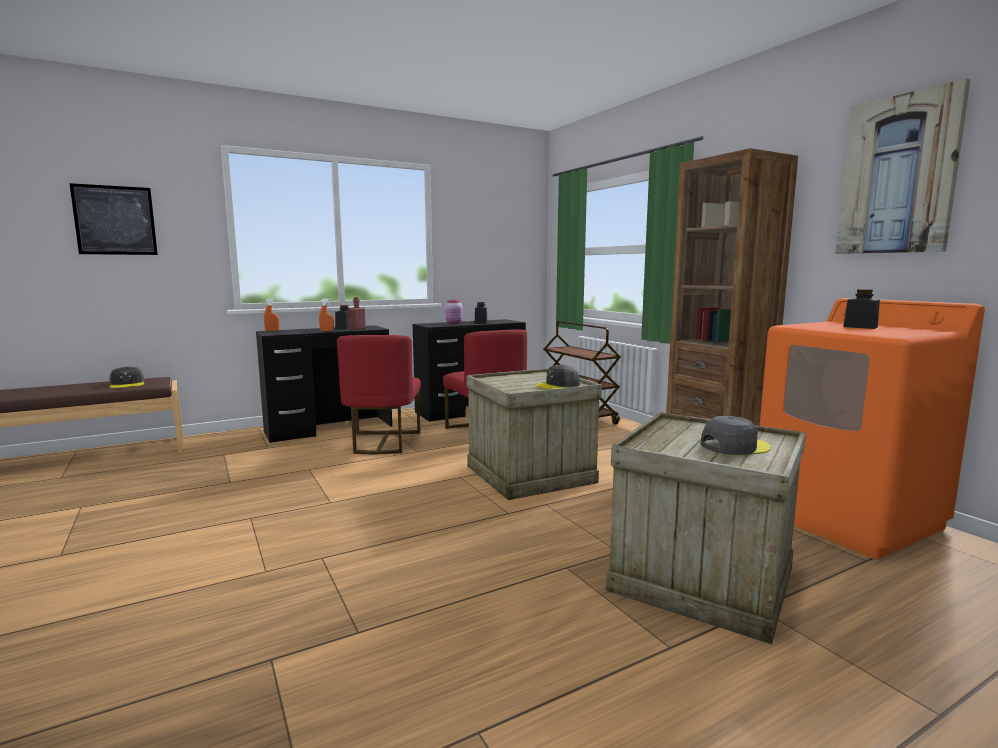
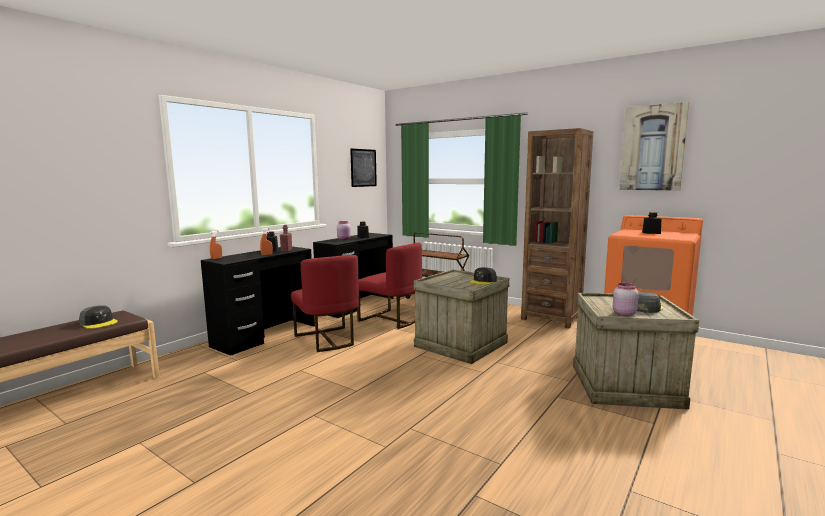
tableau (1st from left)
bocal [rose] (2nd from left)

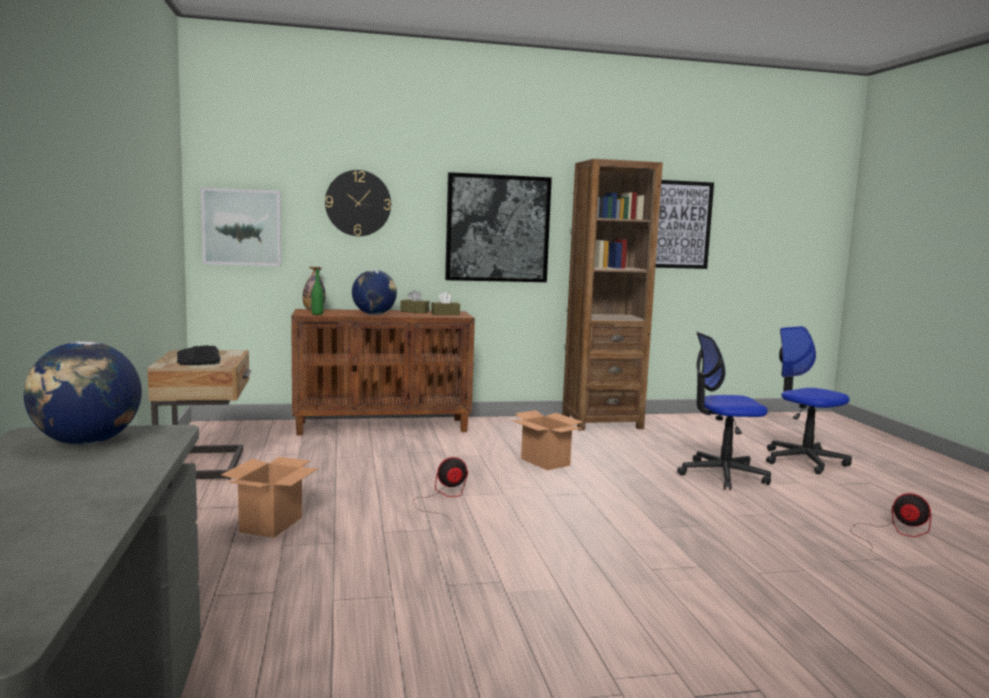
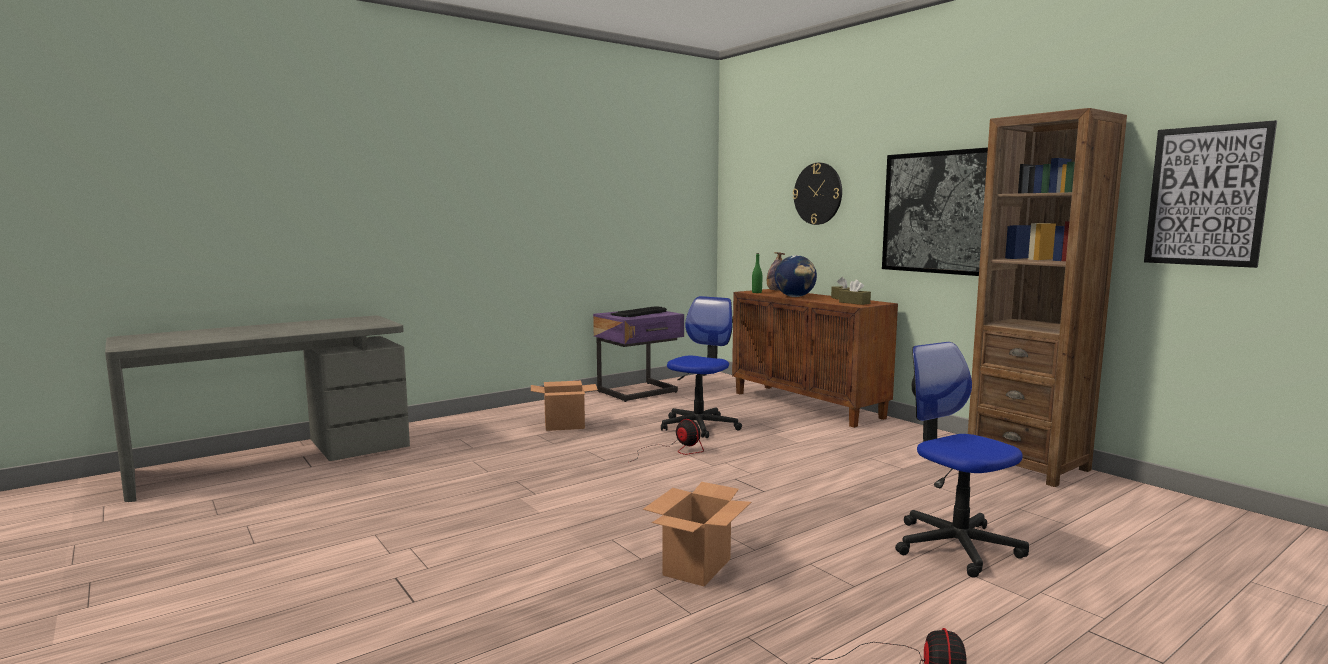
tableau (1st from left in the first image)
chaise de bureau (1st from left)
globe (1st from left in the first image)
table de chevet [violet]
carton (2nd from left)

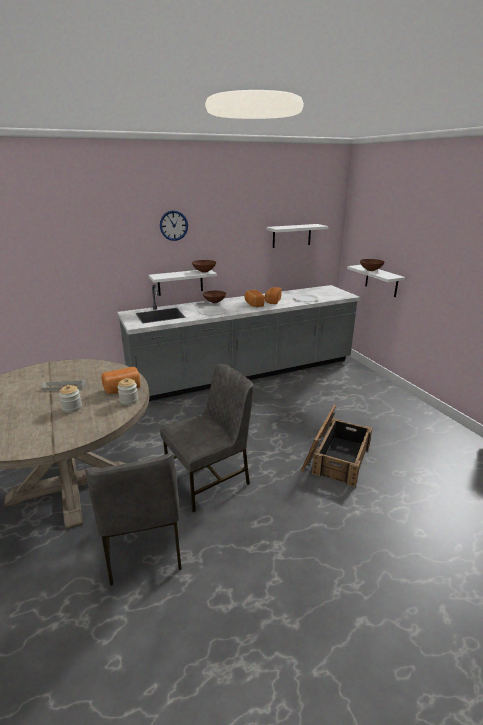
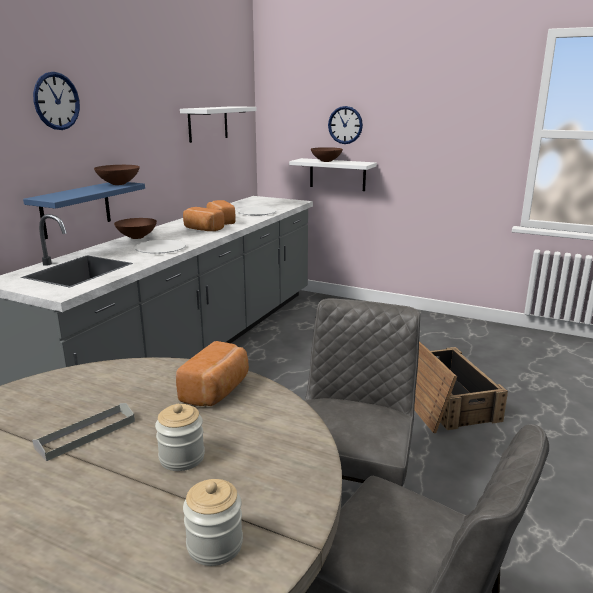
étagère [bleu]
bocal (2nd from left)
horloge murale (2nd from left)

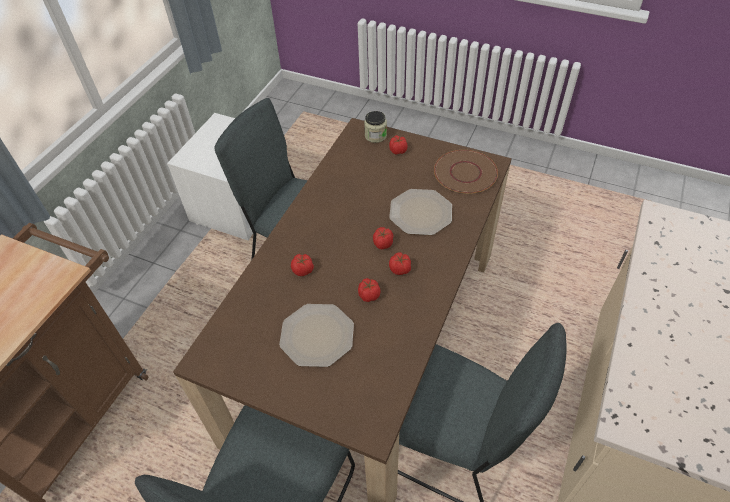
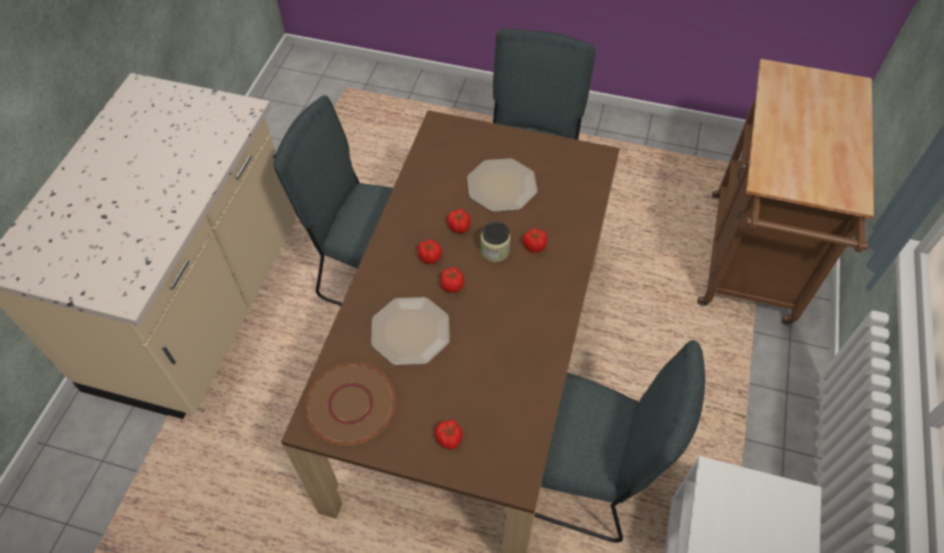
bocal

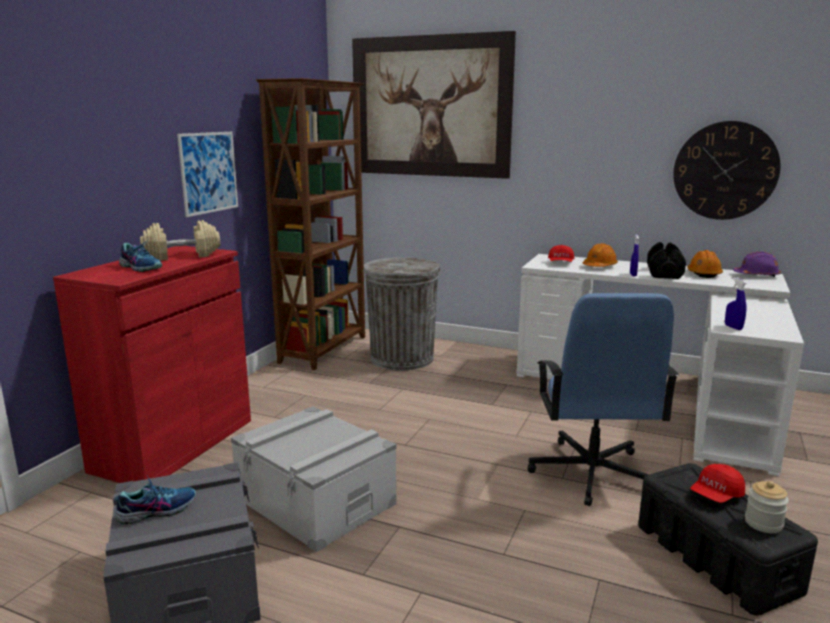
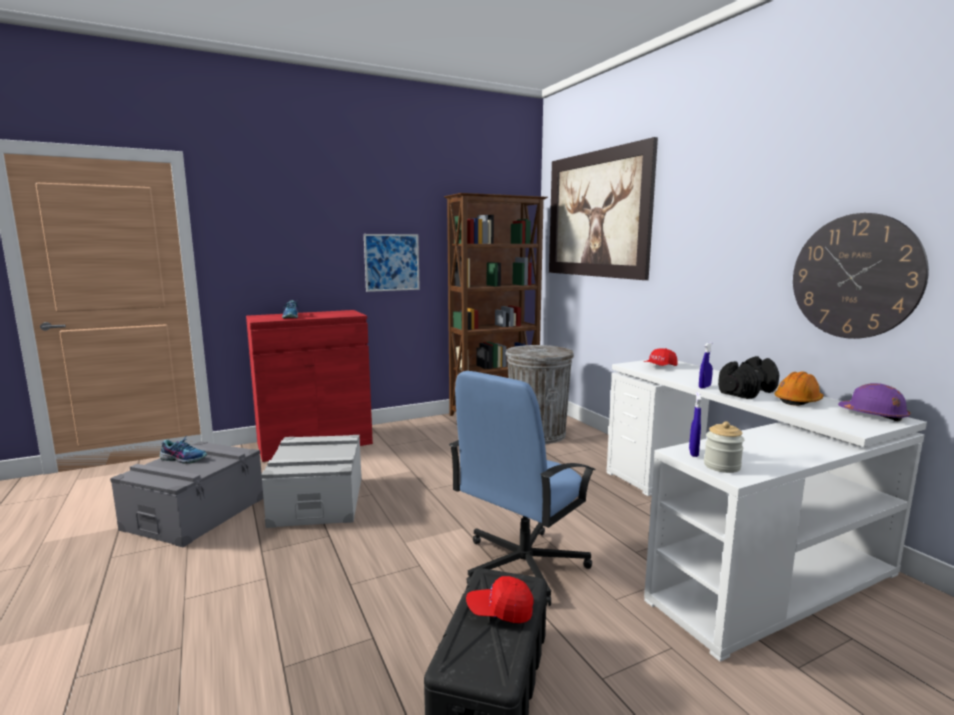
haltère [beige]
casque de chantier [orange] (1st from left in the first image)
bocal

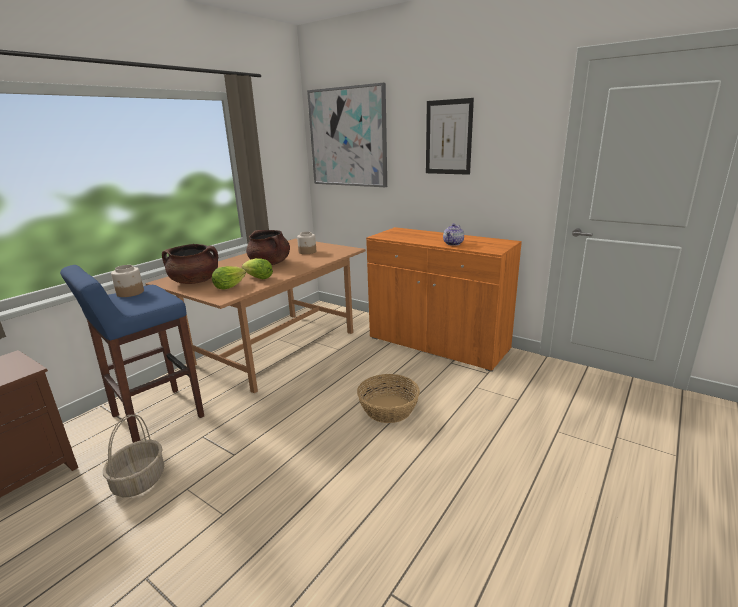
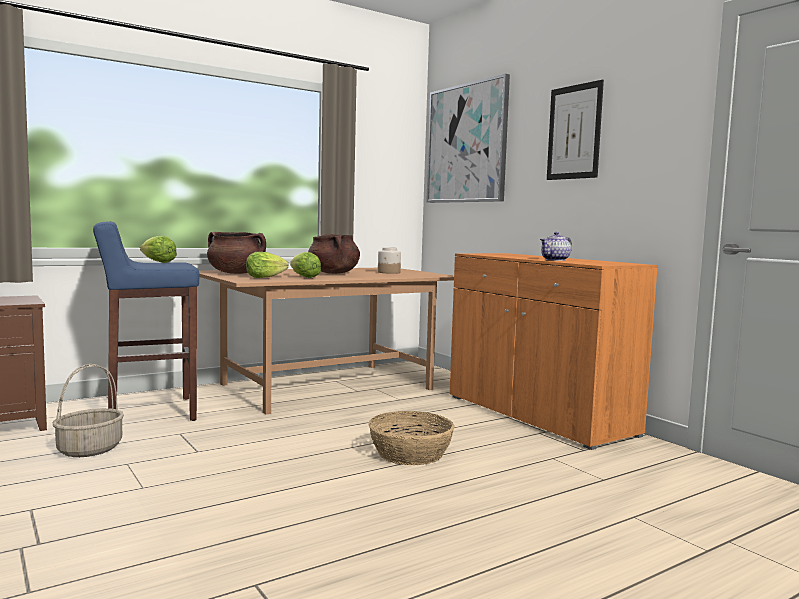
laitue (1st from left)

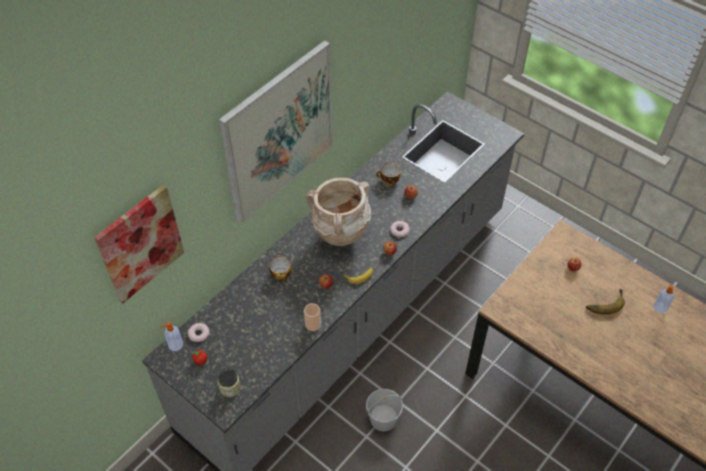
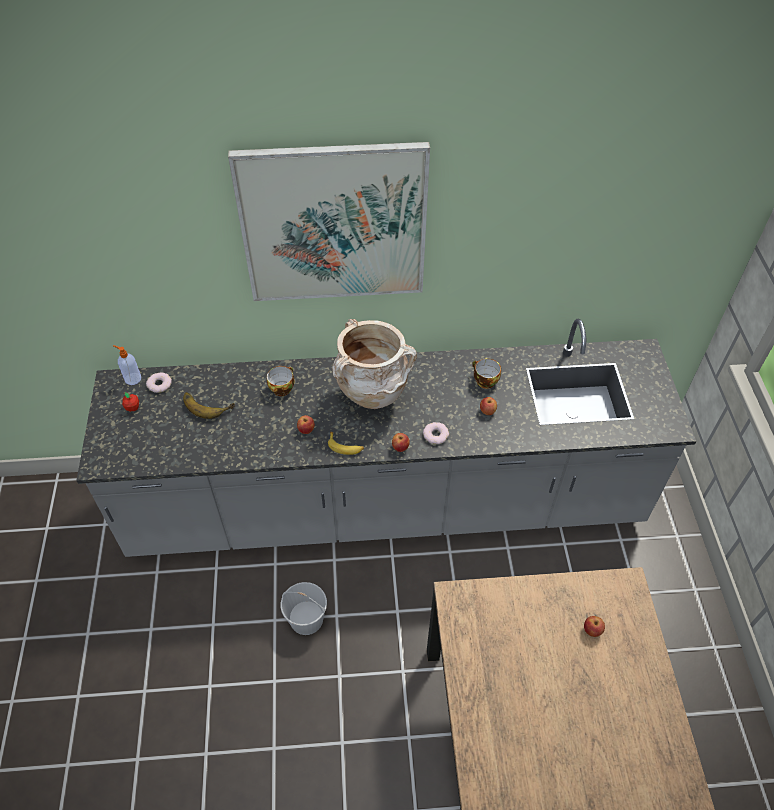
tableau (1st from left in the first image)
distributeur de savon (2nd from left in the first image)
banane (1st from left)
tasse (2nd from left in the first image)
bocal

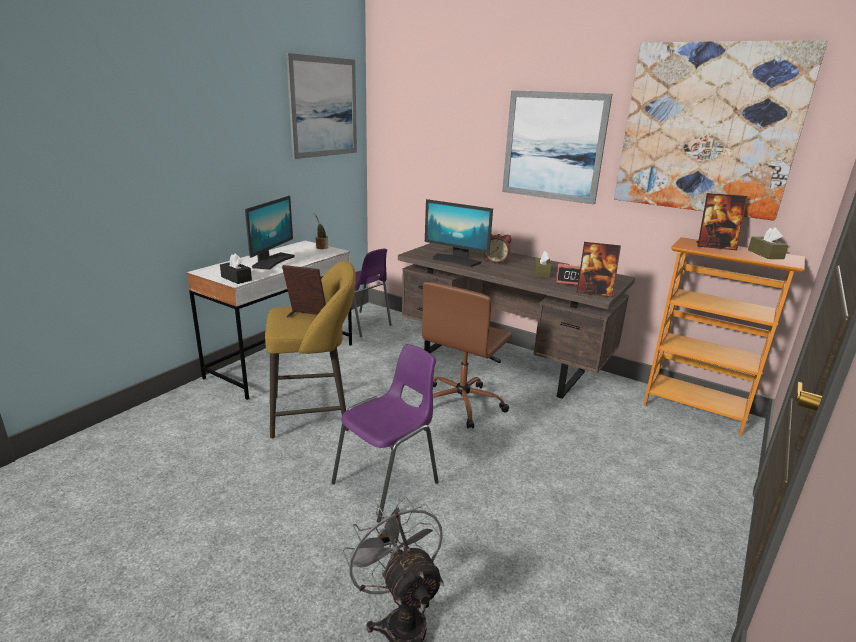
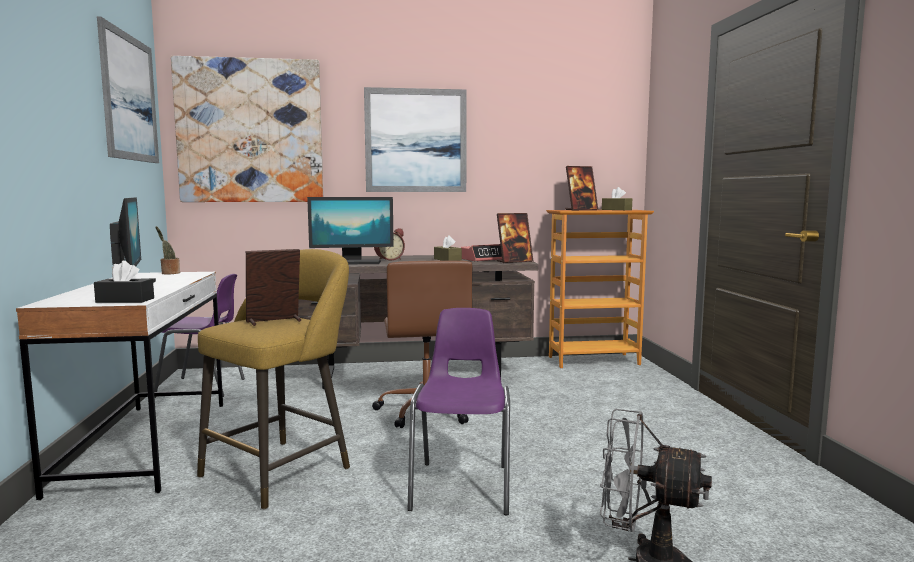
tableau (2nd from left)

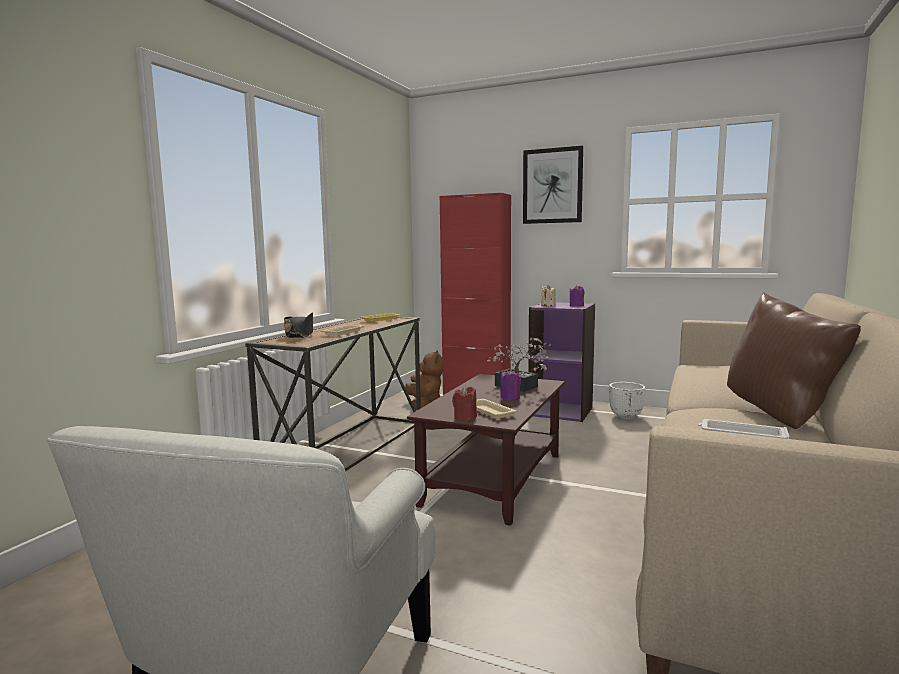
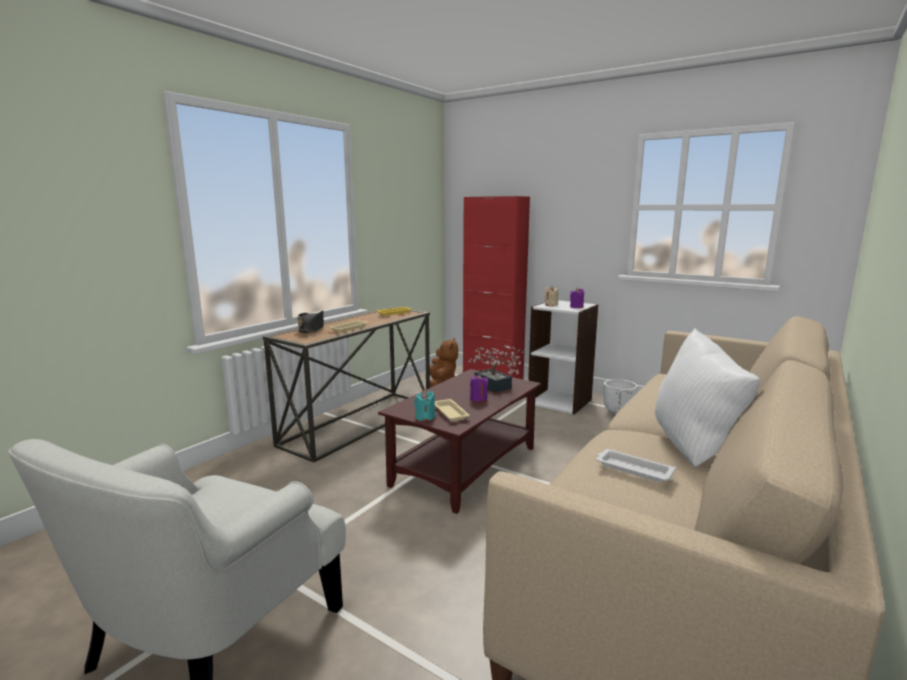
tableau
coussin [blanc]
bibliothèque [blanc]
bougie [turquoise]

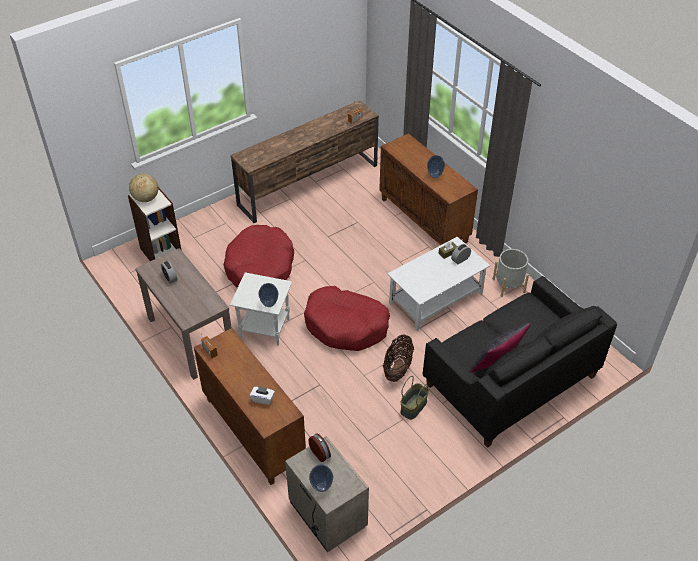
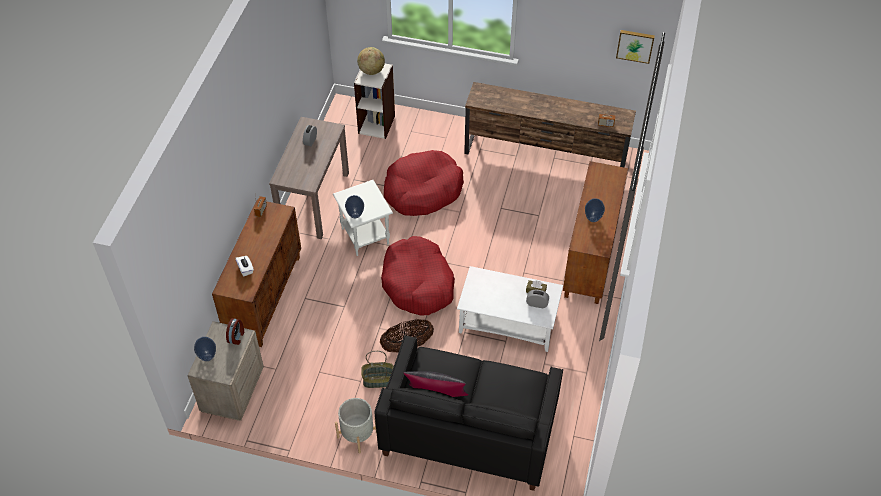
cache-pot [gris]
tableau

